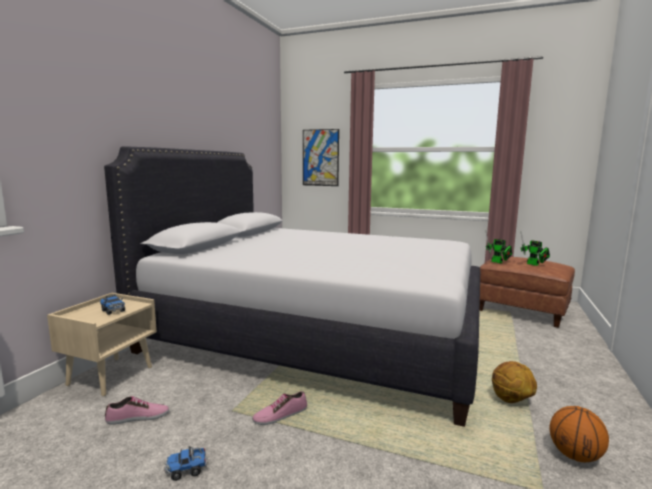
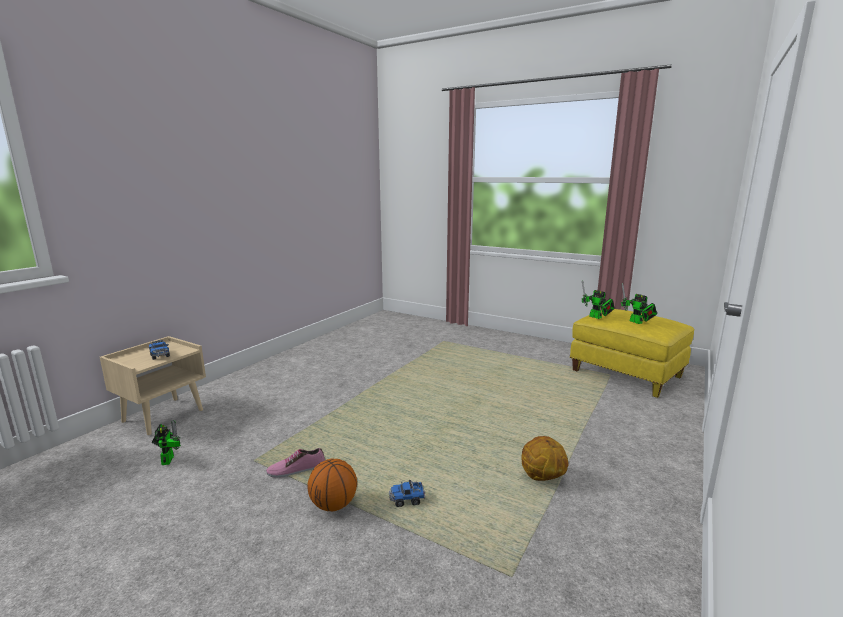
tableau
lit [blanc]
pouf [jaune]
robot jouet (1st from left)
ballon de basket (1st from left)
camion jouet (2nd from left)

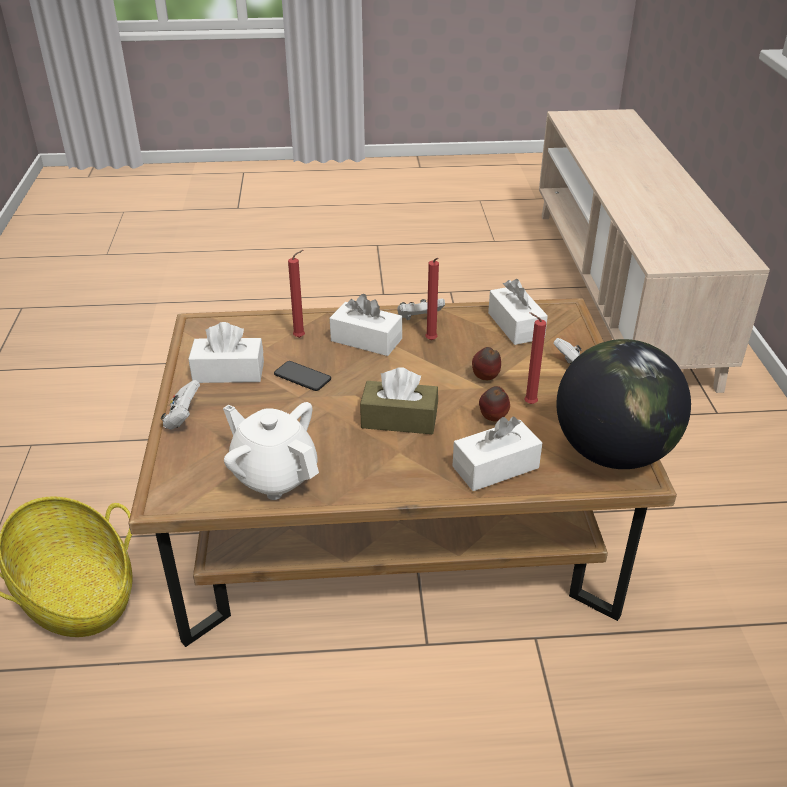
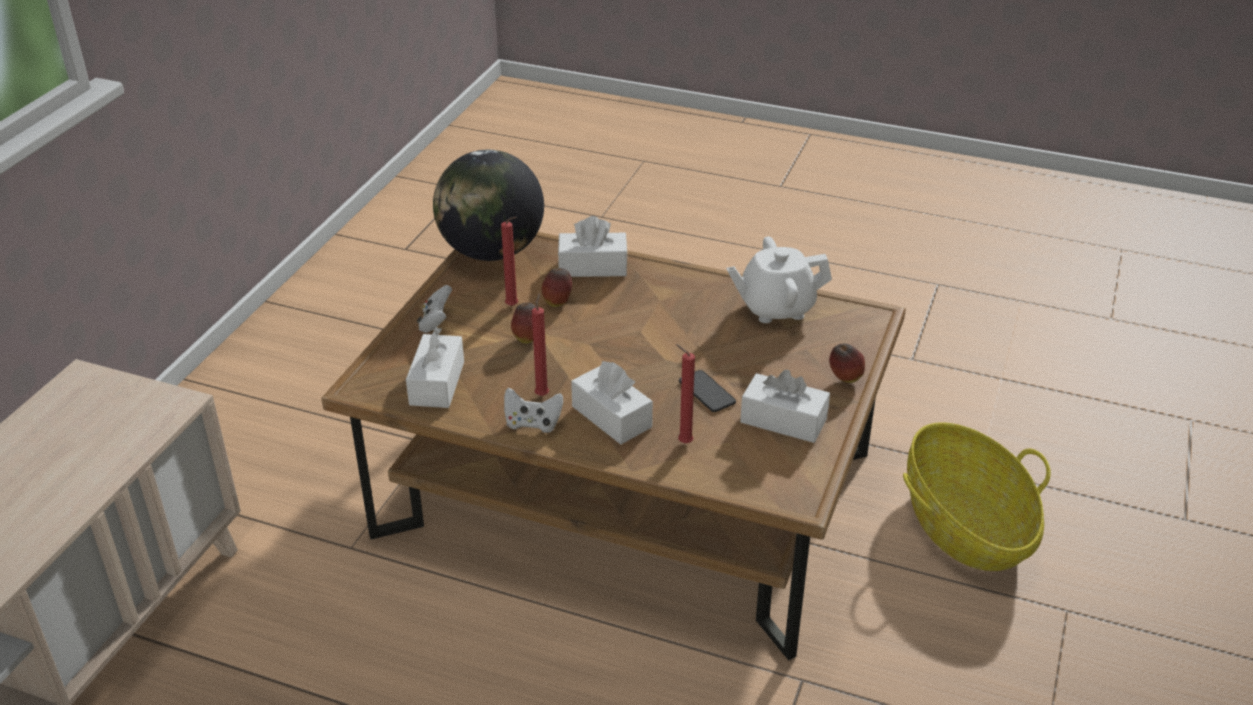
boîte à mouchoirs [marron]
pomme (3rd from left)
théière [blanc]

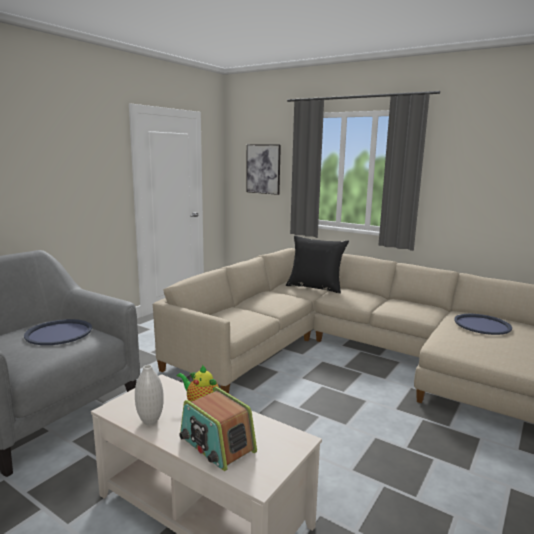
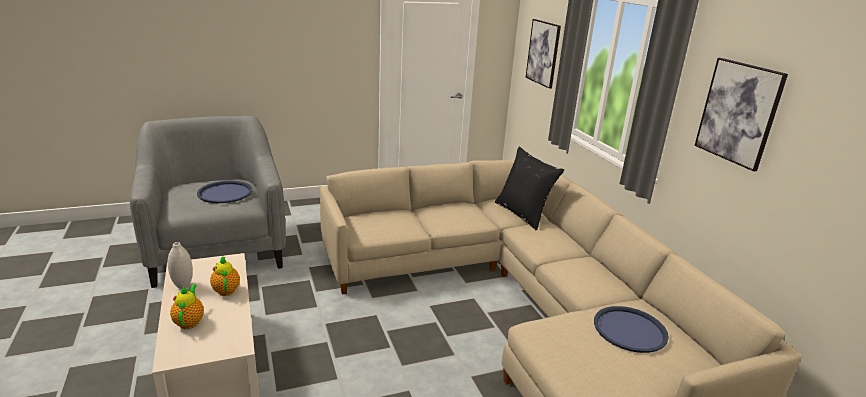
théière (1st from left)
tableau (2nd from left)

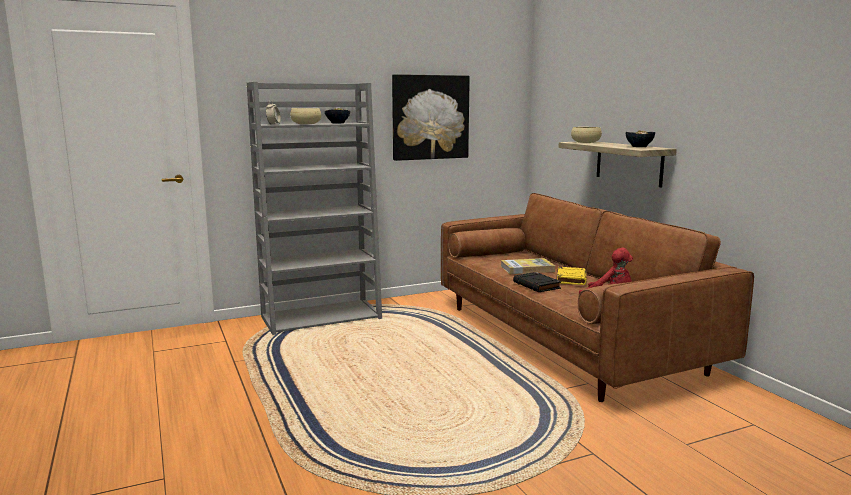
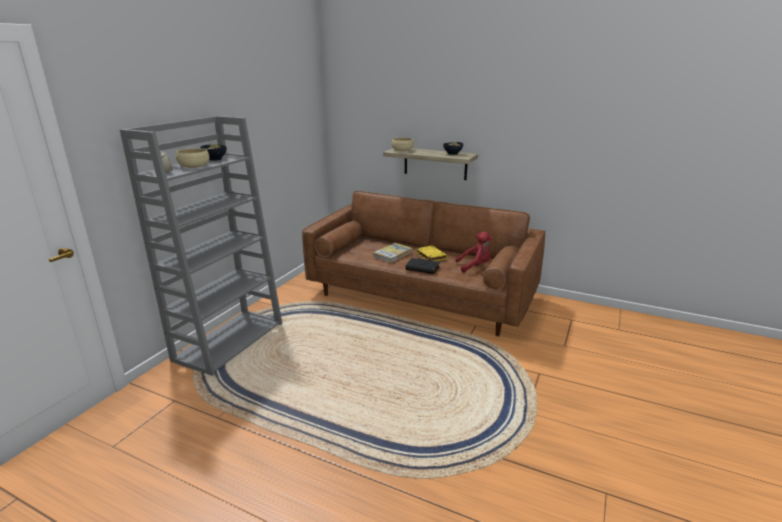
tableau

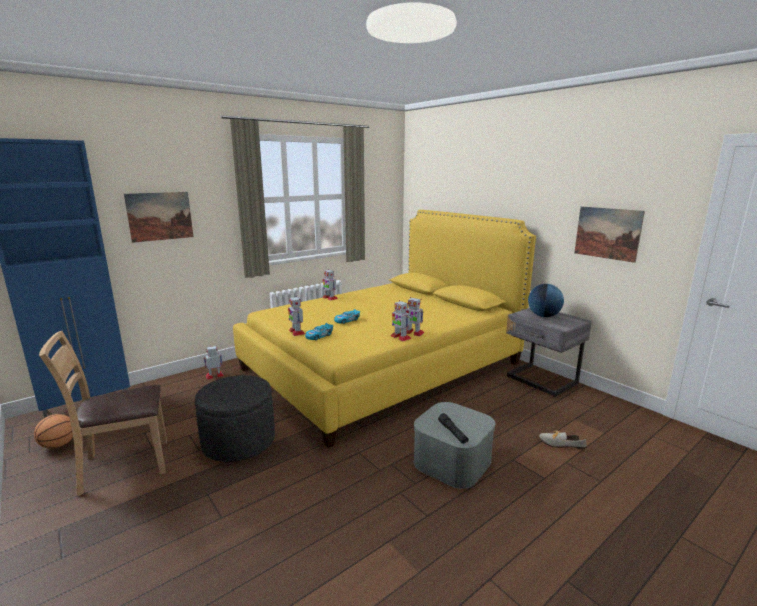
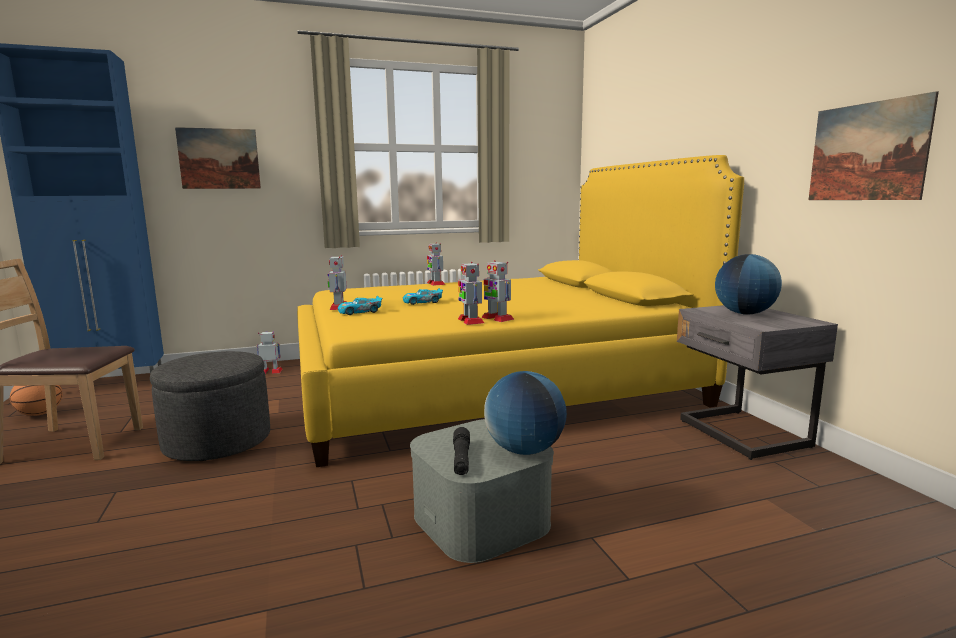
chaussure
globe (1st from left)

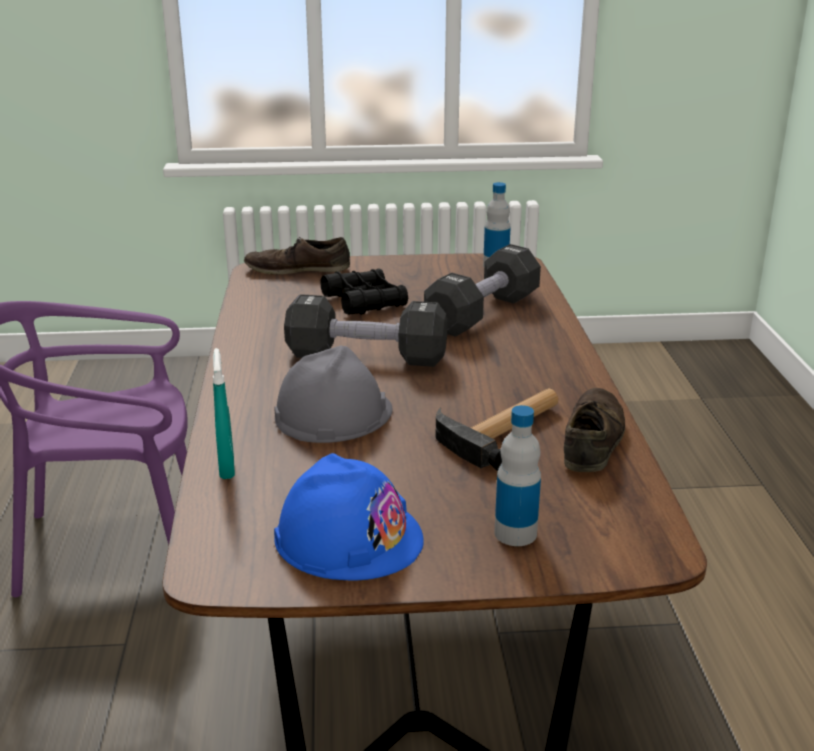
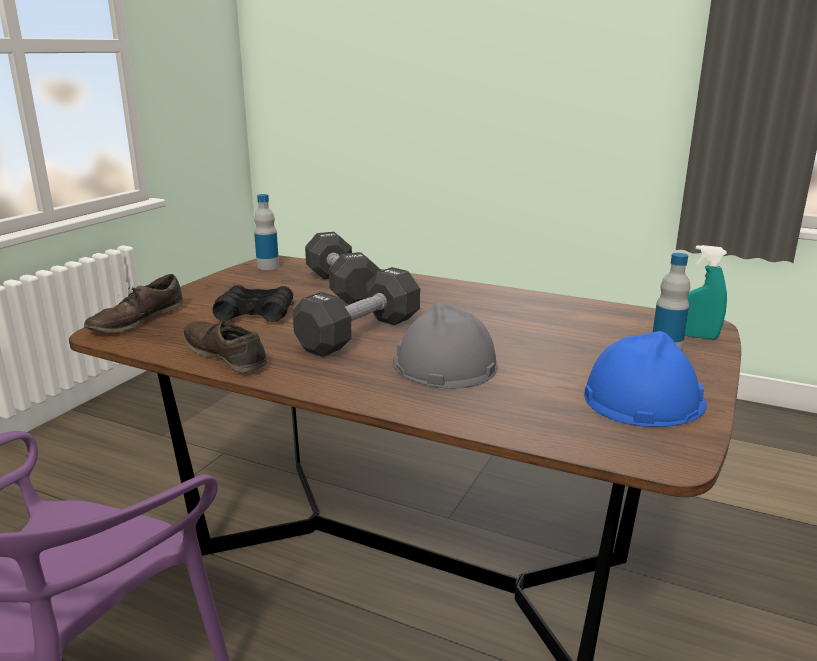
vaporisateur [turquoise]
marteau
chaussure [marron] (2nd from left)

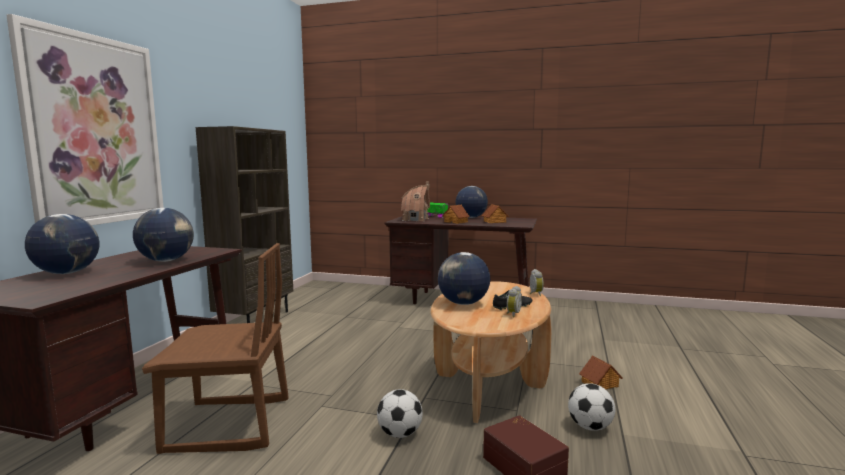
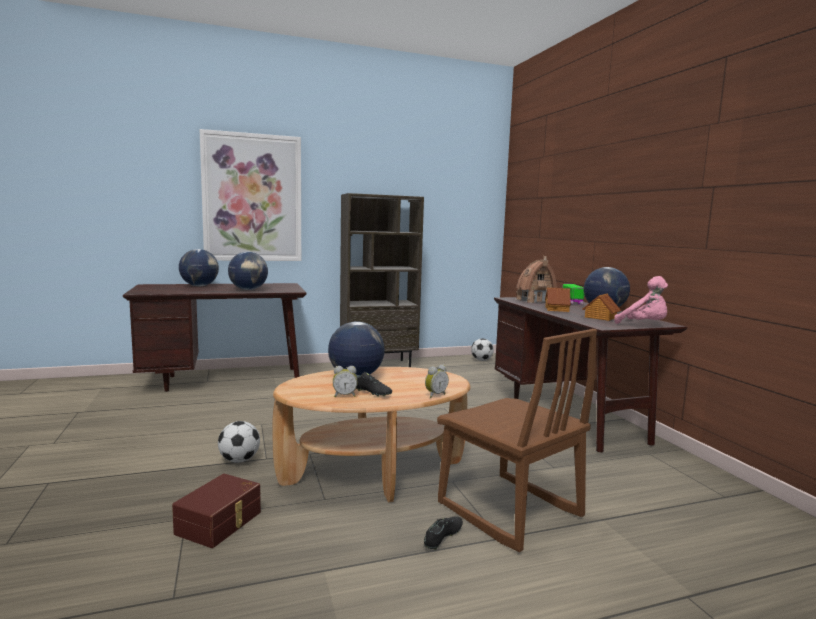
chaise [marron]
chaussure [noir] (2nd from left)
ballon de foot (2nd from left)
peluche [rose]

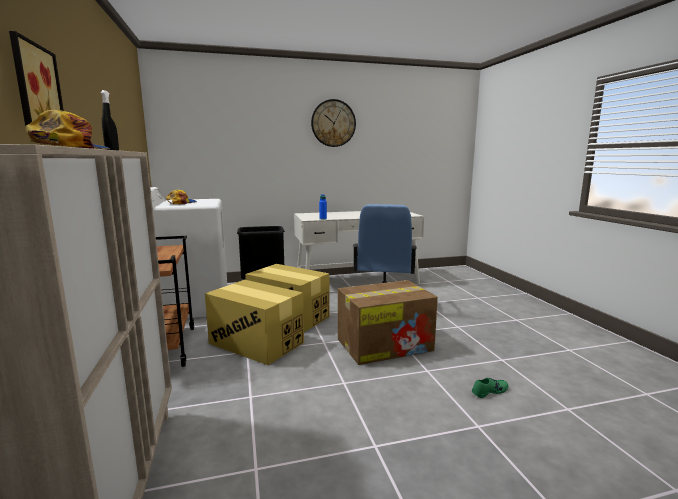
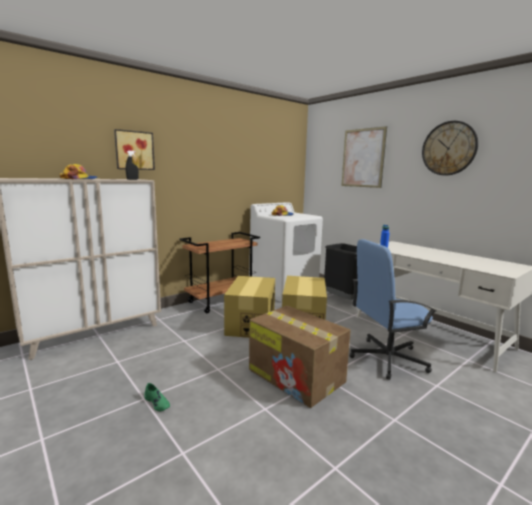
chaussure [vert]
tableau (2nd from left)

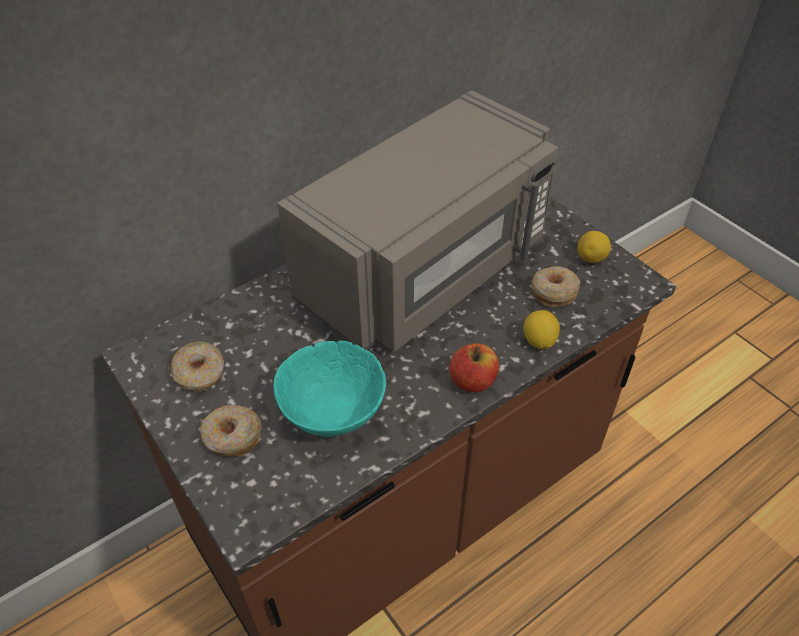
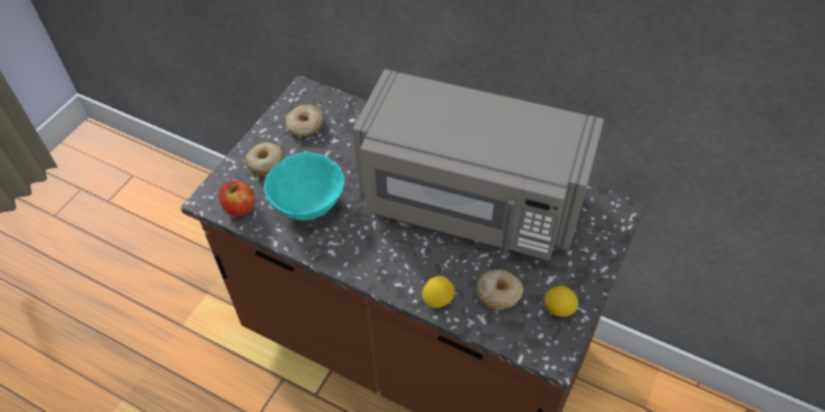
pomme

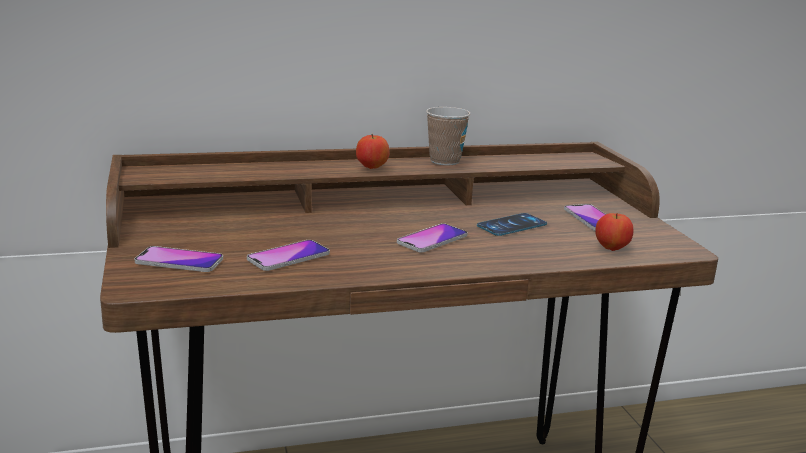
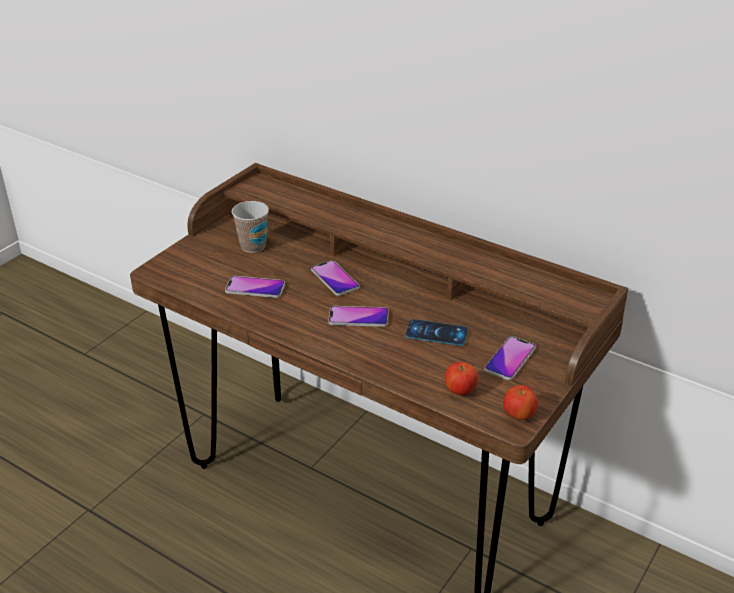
tasse
pomme (2nd from left)
téléphone (2nd from left)

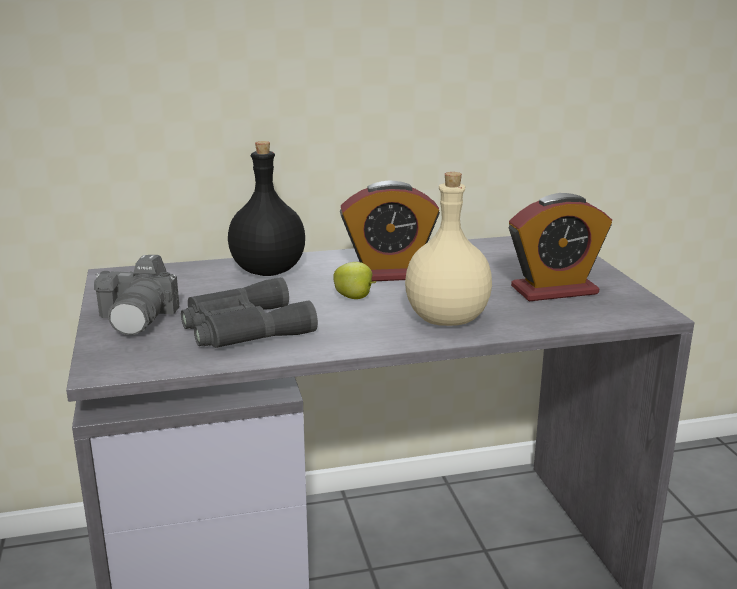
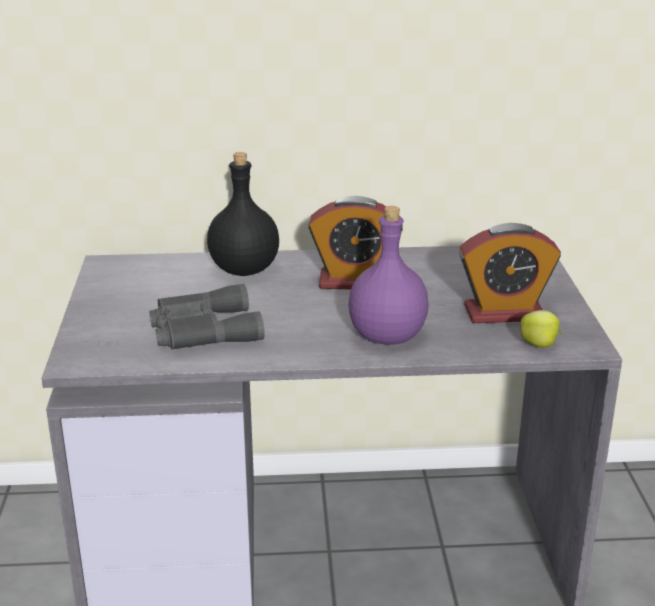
bouteille [violet]
appareil photo
pomme

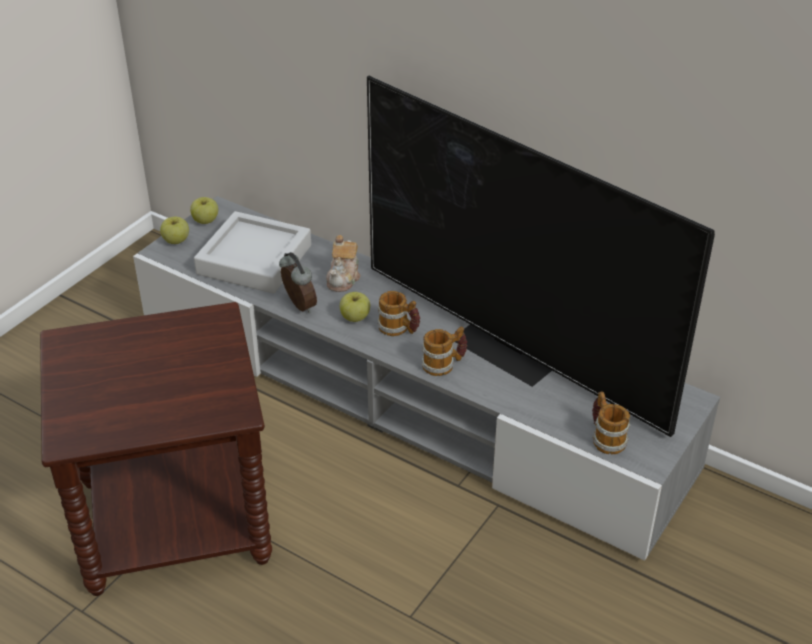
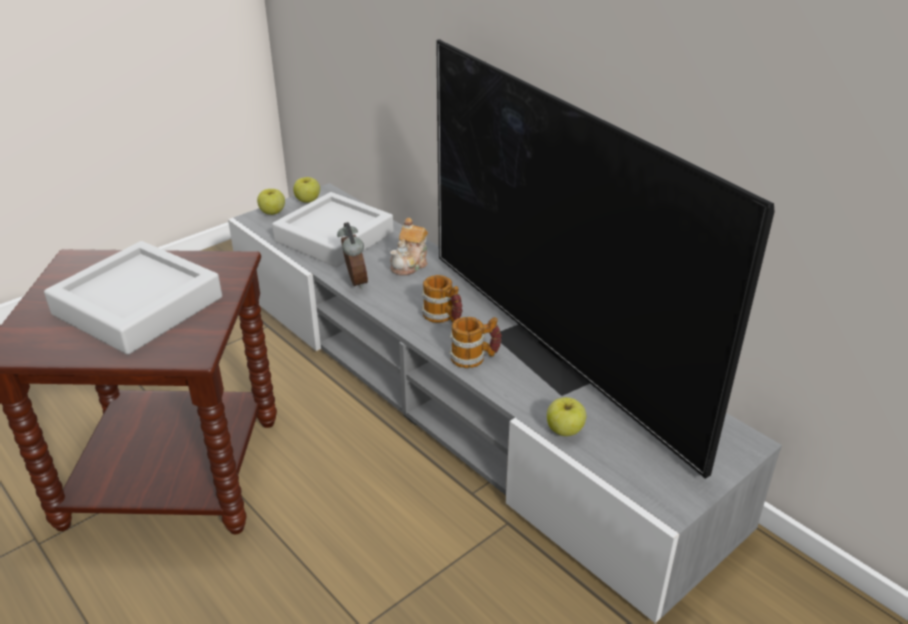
pomme (3rd from left)
mug (3rd from left in the first image)
plateau [gris] (1st from left)

